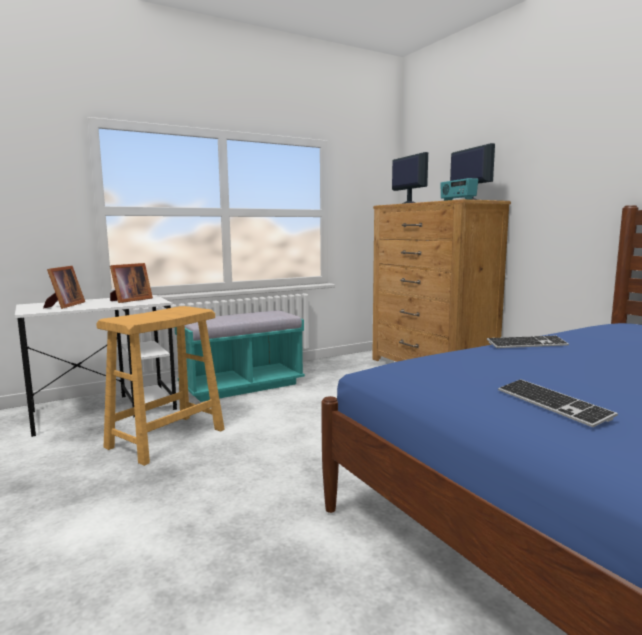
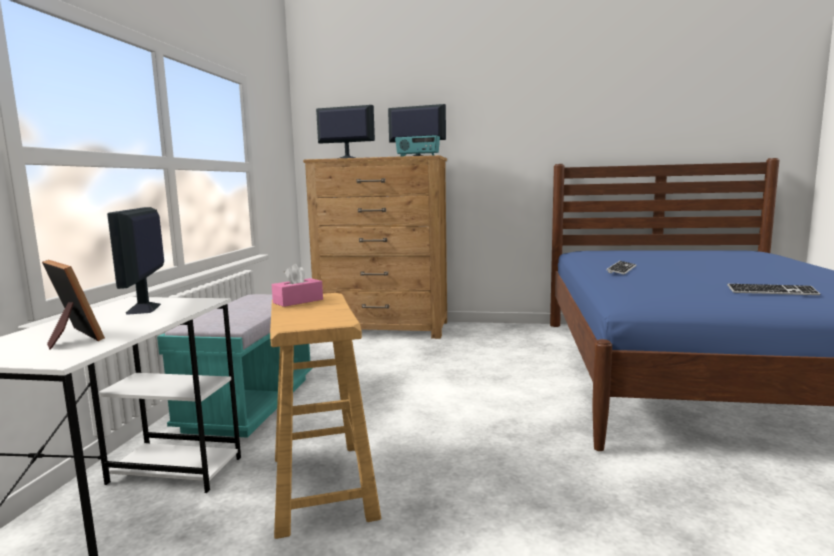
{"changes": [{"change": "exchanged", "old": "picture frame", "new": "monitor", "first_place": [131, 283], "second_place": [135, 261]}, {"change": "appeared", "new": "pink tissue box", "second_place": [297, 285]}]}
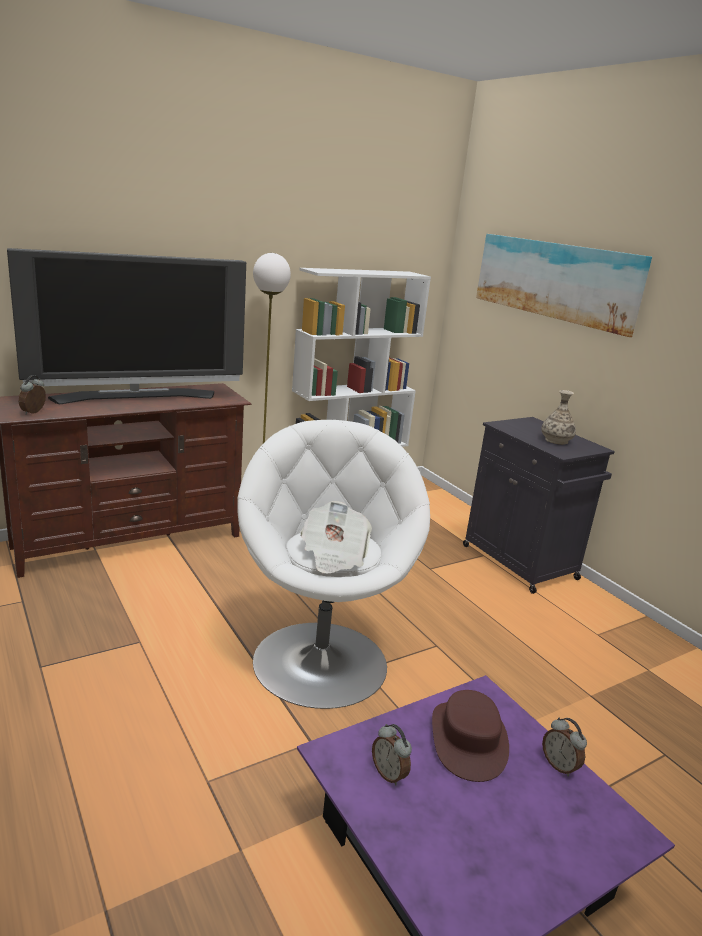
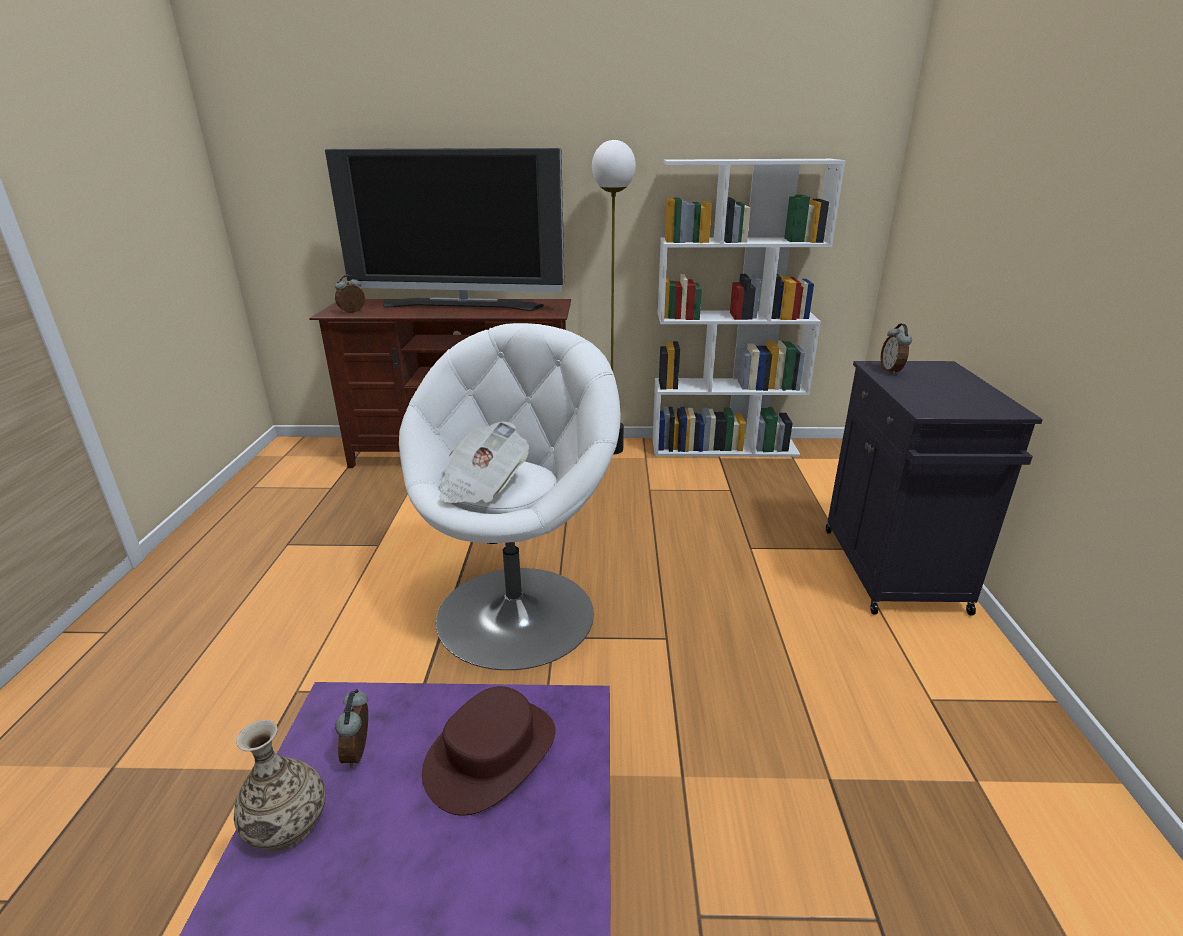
{"changes": [{"change": "relocated", "old": "vase", "first_place": [558, 417], "second_place": [280, 785]}, {"change": "relocated", "old": "alarm clock", "first_place": [564, 747], "second_place": [896, 349]}, {"change": "missing", "old": "picture", "first_place": [564, 285]}]}
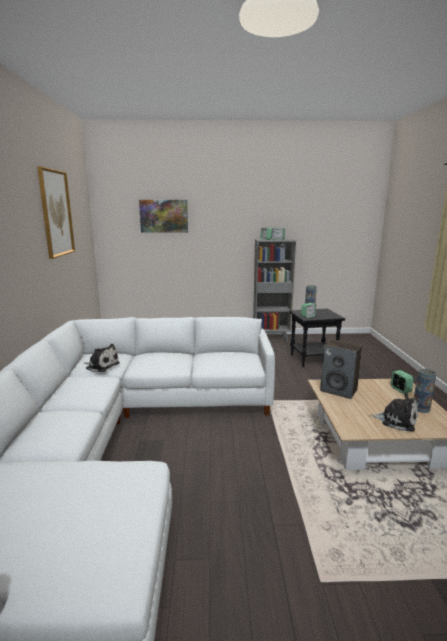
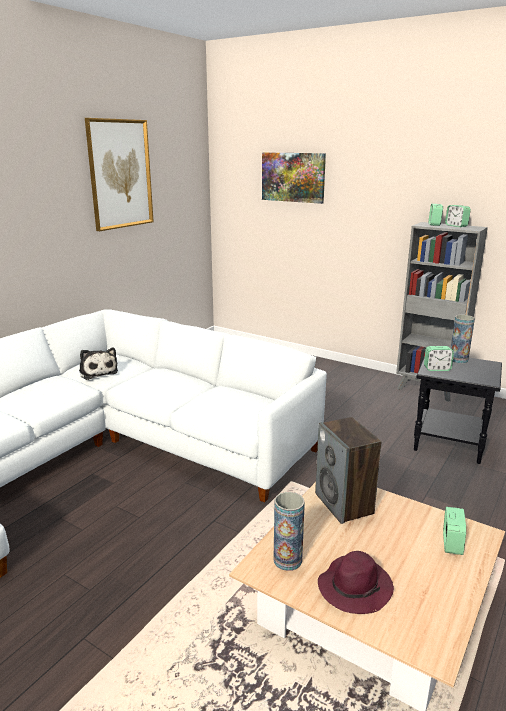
{"changes": [{"change": "relocated", "old": "vase", "first_place": [425, 390], "second_place": [289, 531]}, {"change": "exchanged", "old": "plush toy", "new": "purple hat", "first_place": [393, 412], "second_place": [356, 582]}]}
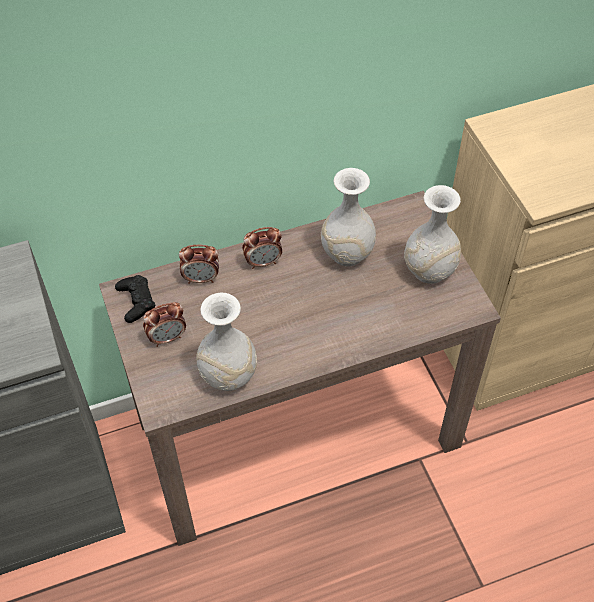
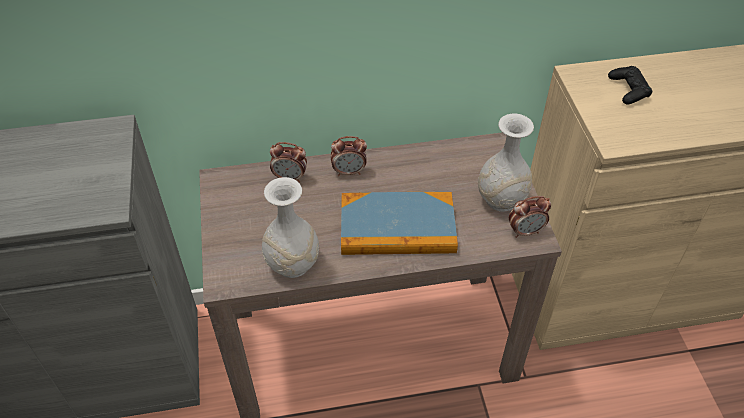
{"changes": [{"change": "appeared", "new": "book", "second_place": [399, 223]}, {"change": "relocated", "old": "alarm clock", "first_place": [164, 324], "second_place": [530, 217]}, {"change": "relocated", "old": "black game controller", "first_place": [135, 299], "second_place": [630, 85]}, {"change": "missing", "old": "white vase", "first_place": [348, 217]}]}
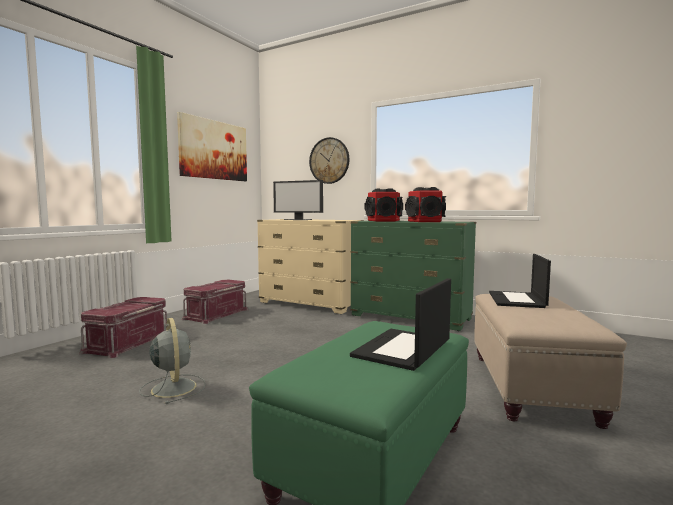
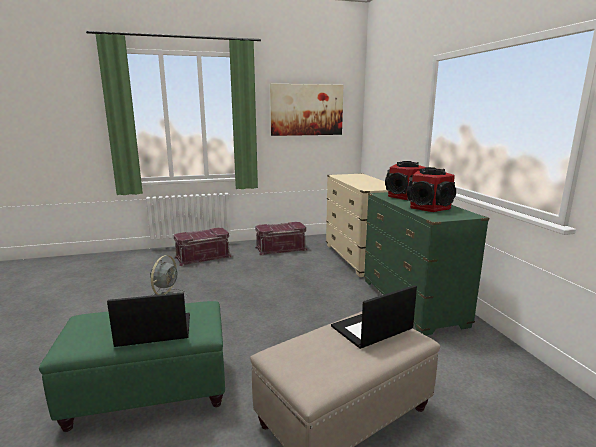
{"changes": [{"change": "missing", "old": "monitor", "first_place": [298, 200]}, {"change": "missing", "old": "wall clock", "first_place": [329, 160]}]}
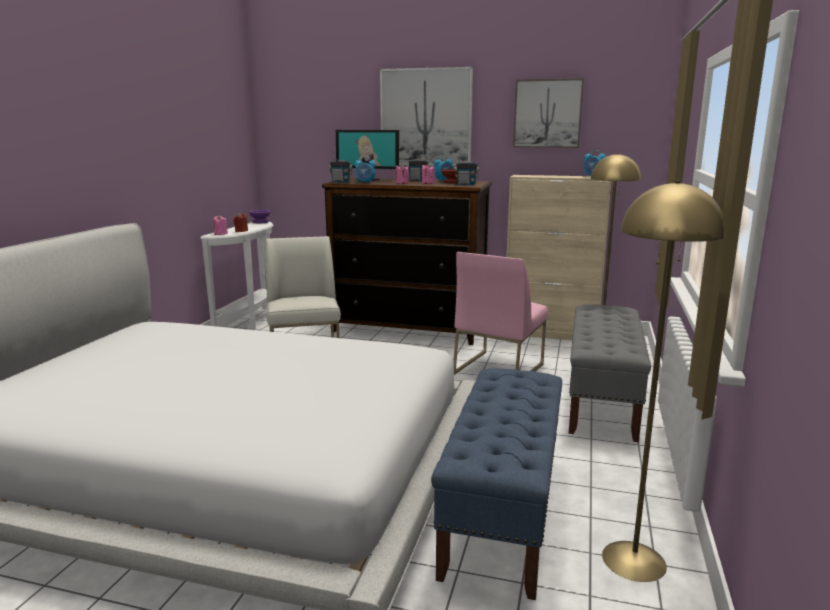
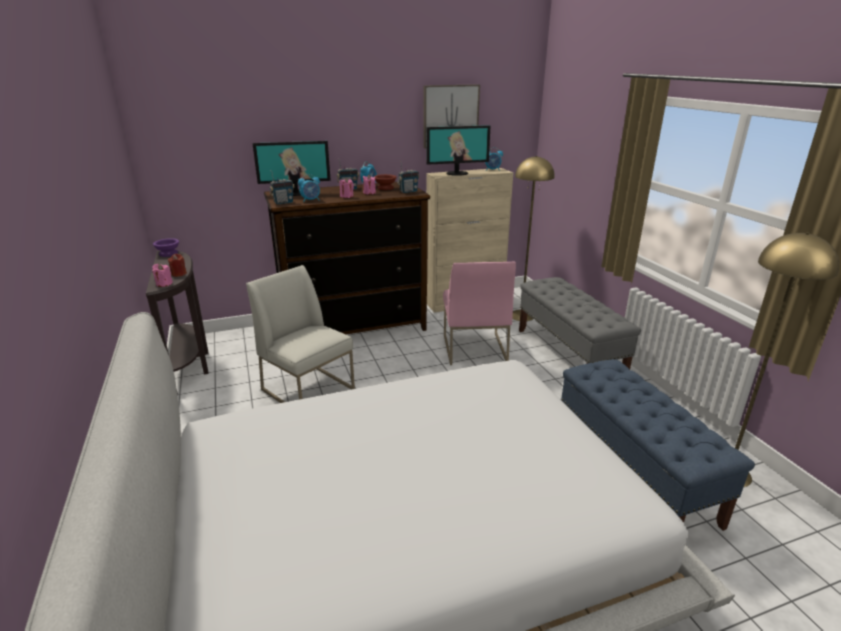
{"changes": [{"change": "colour", "old": "white console table", "new": "brown console table", "first_place": [236, 276], "second_place": [177, 323]}, {"change": "appeared", "new": "monitor", "second_place": [458, 150]}, {"change": "missing", "old": "picture", "first_place": [426, 116]}]}
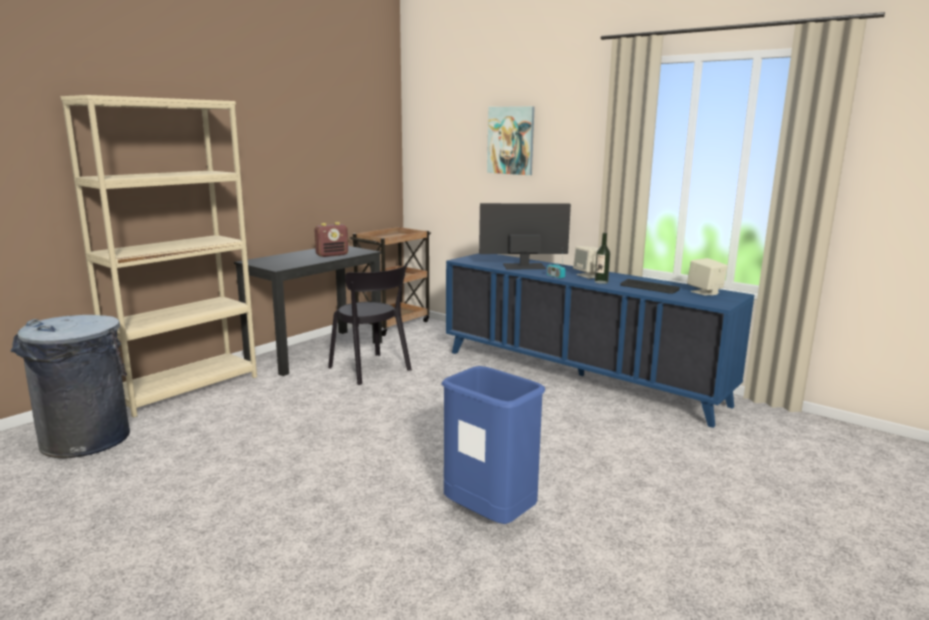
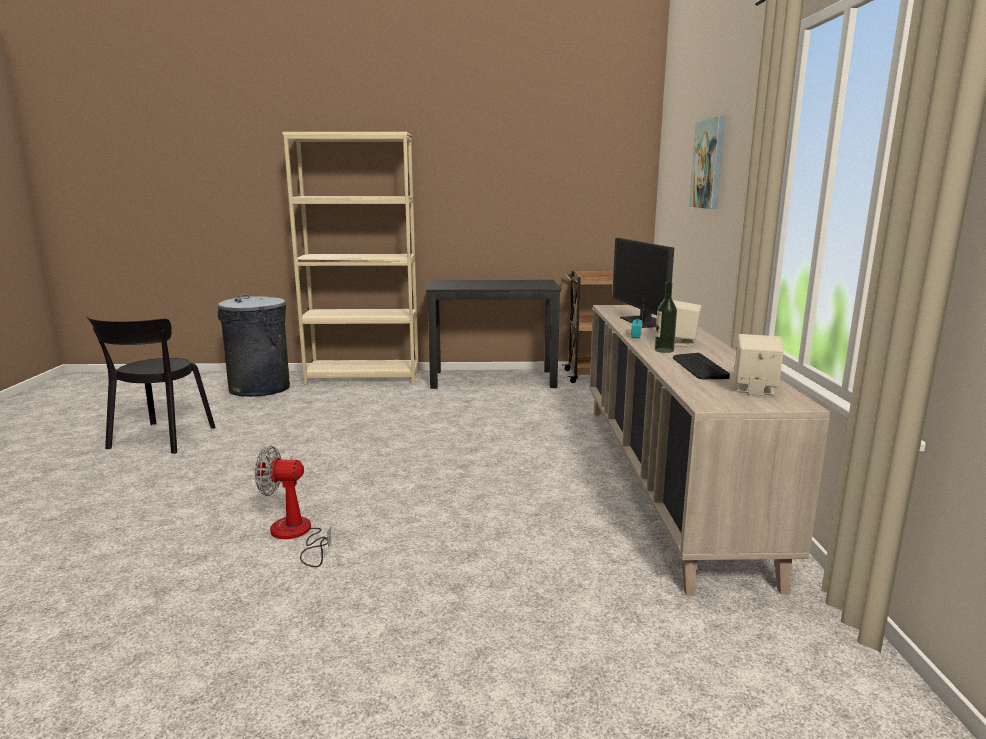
{"changes": [{"change": "relocated", "old": "black chair", "first_place": [370, 324], "second_place": [151, 385]}, {"change": "exchanged", "old": "blue trash can", "new": "fan", "first_place": [493, 445], "second_place": [293, 506]}, {"change": "colour", "old": "blue cabinet", "new": "beige cabinet", "first_place": [600, 340], "second_place": [709, 450]}, {"change": "spun", "old": "monitor", "first_place": [525, 236], "second_place": [643, 283], "degrees": -150}, {"change": "missing", "old": "radio", "first_place": [331, 239]}]}
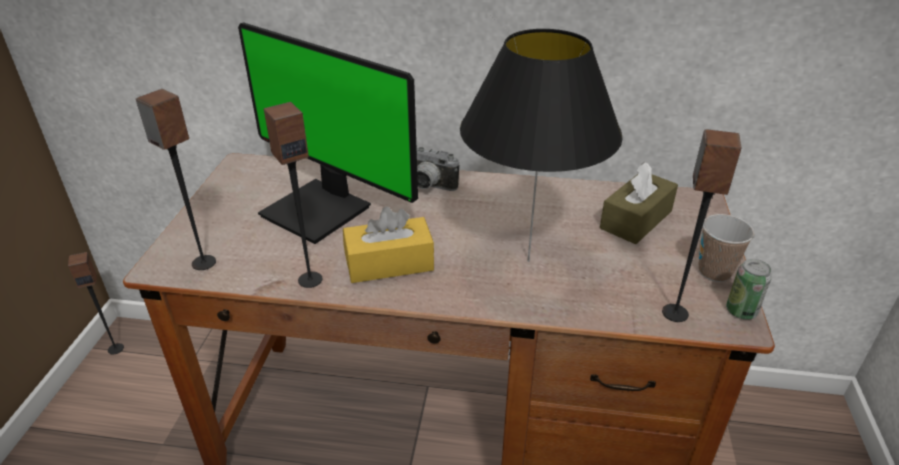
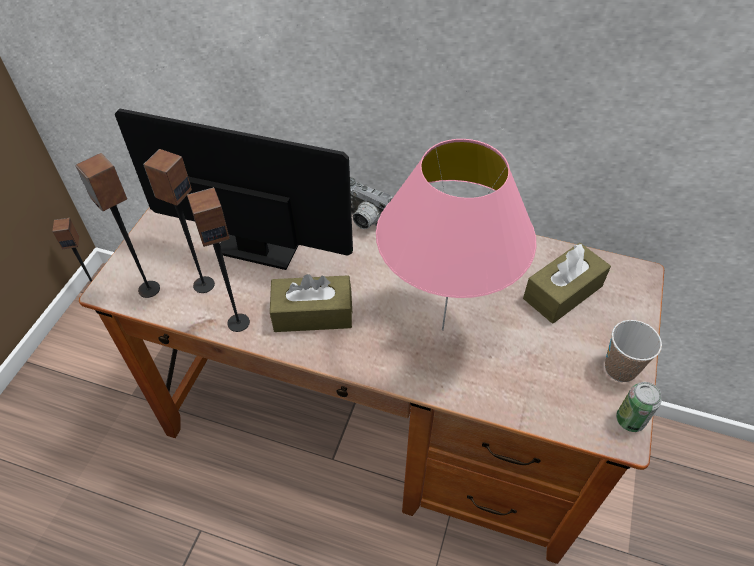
{"changes": [{"change": "spun", "old": "monitor", "first_place": [328, 133], "second_place": [234, 189], "degrees": 150}, {"change": "relocated", "old": "speaker", "first_place": [702, 225], "second_place": [179, 221]}, {"change": "colour", "old": "yellow tissue box", "new": "brown tissue box", "first_place": [388, 245], "second_place": [311, 303]}, {"change": "colour", "old": "black table lamp", "new": "pink table lamp", "first_place": [541, 145], "second_place": [456, 235]}]}
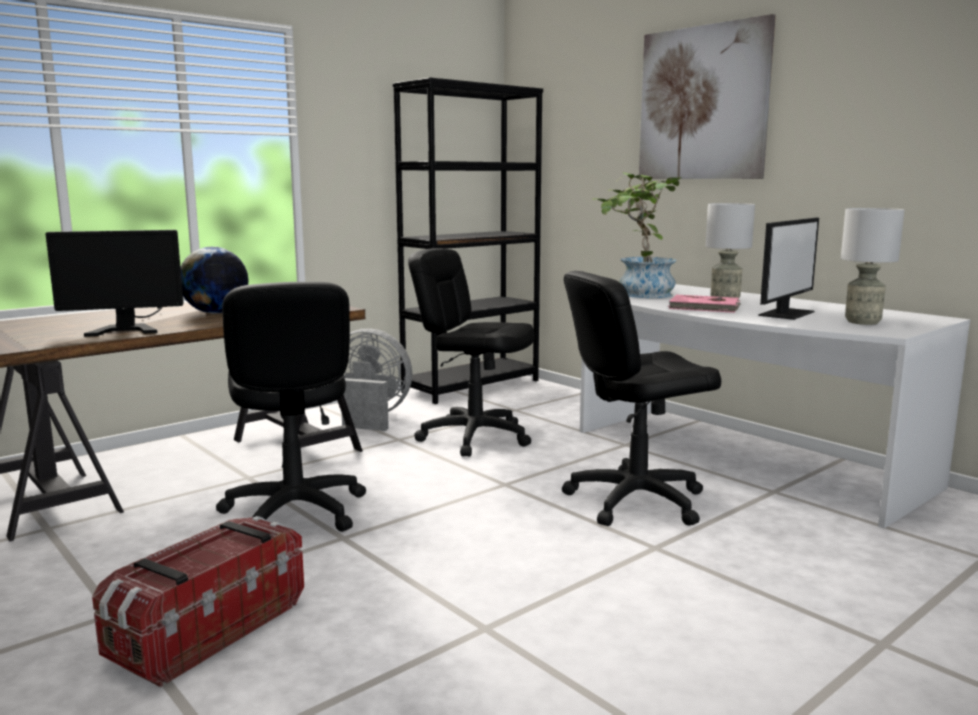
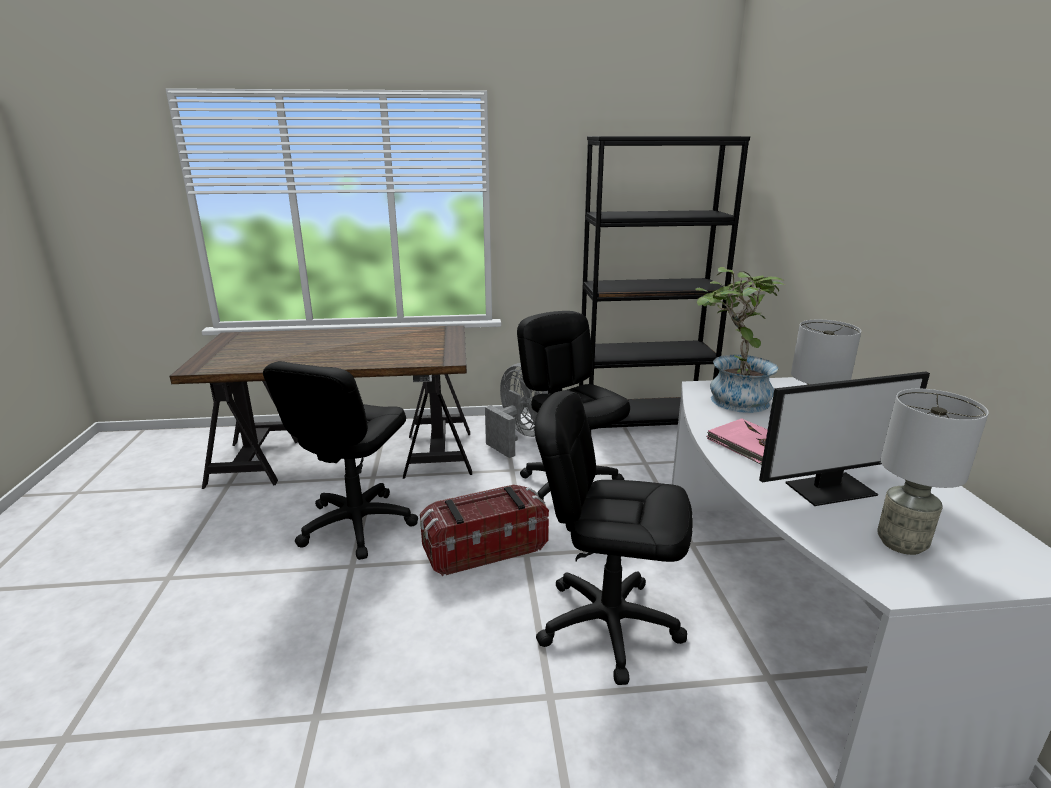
{"changes": [{"change": "relocated", "old": "storage box", "first_place": [198, 601], "second_place": [484, 530]}, {"change": "missing", "old": "monitor", "first_place": [114, 283]}, {"change": "missing", "old": "globe", "first_place": [214, 280]}, {"change": "missing", "old": "picture", "first_place": [707, 96]}]}
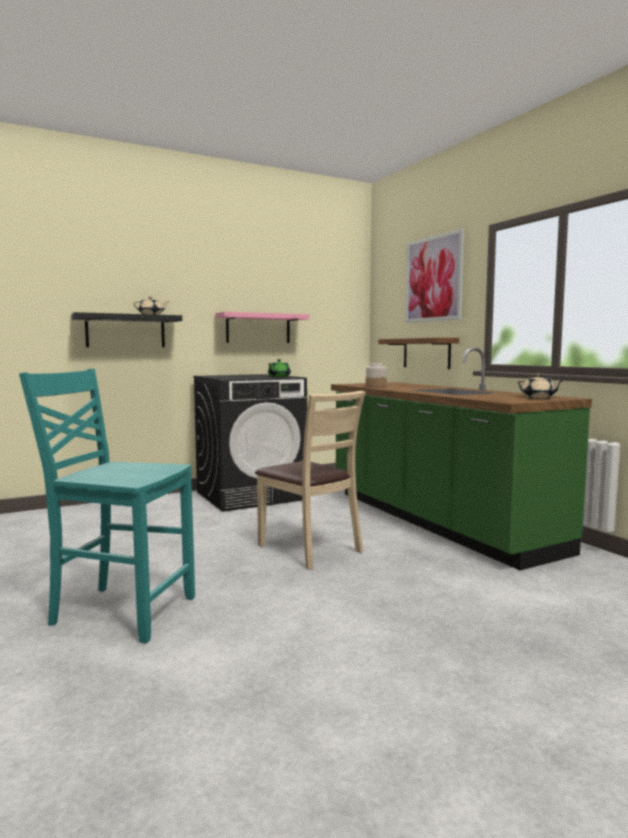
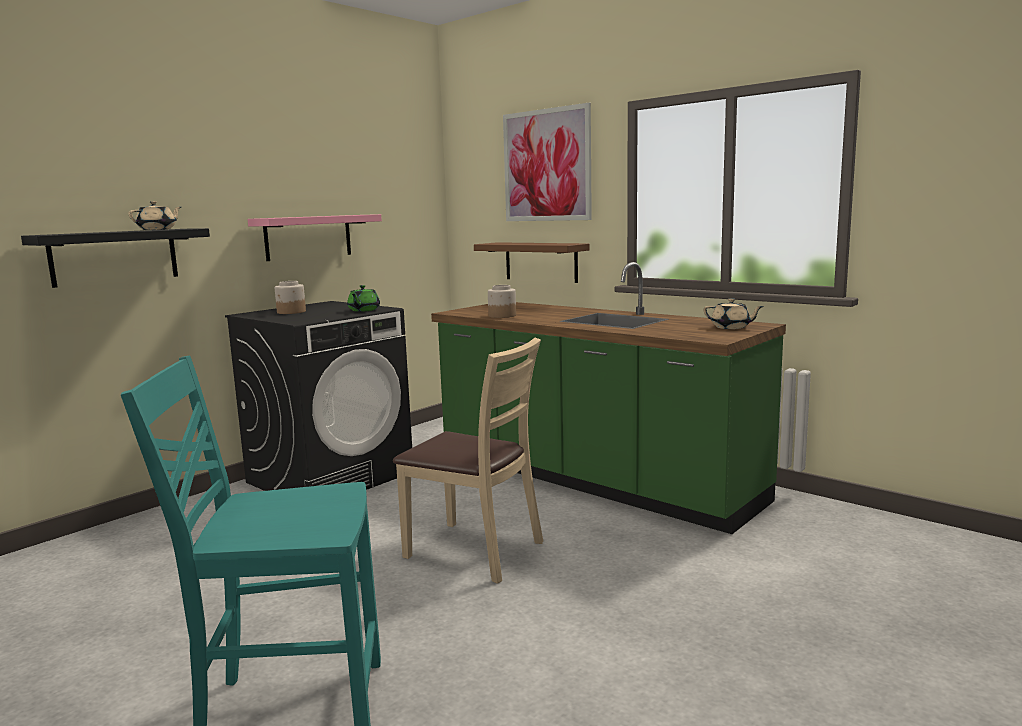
{"changes": [{"change": "appeared", "new": "jar", "second_place": [290, 297]}]}
